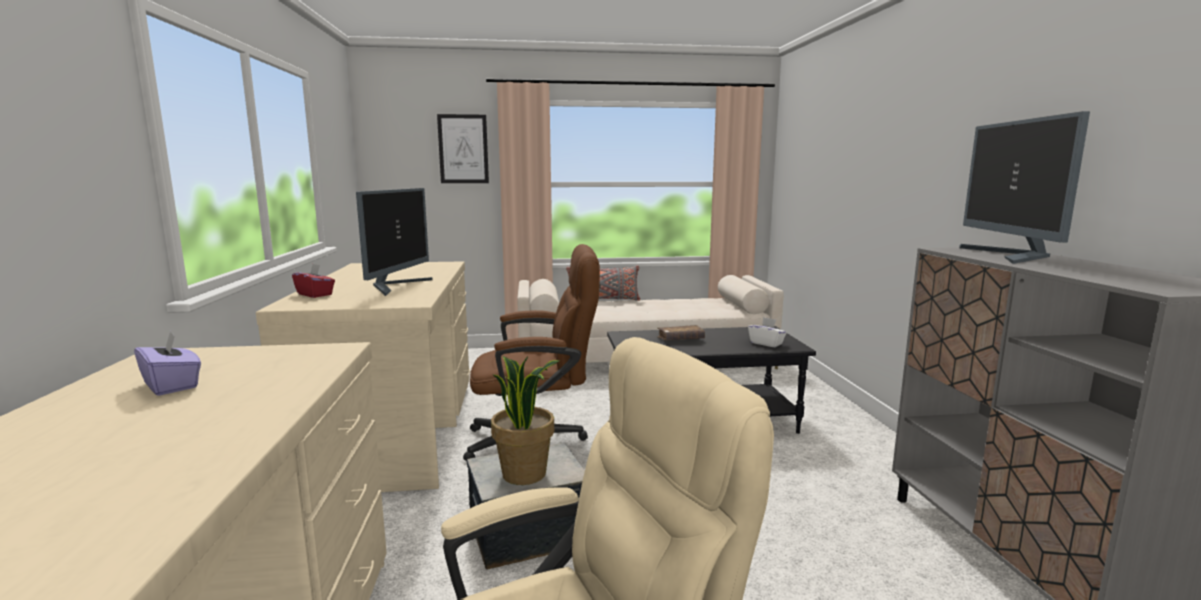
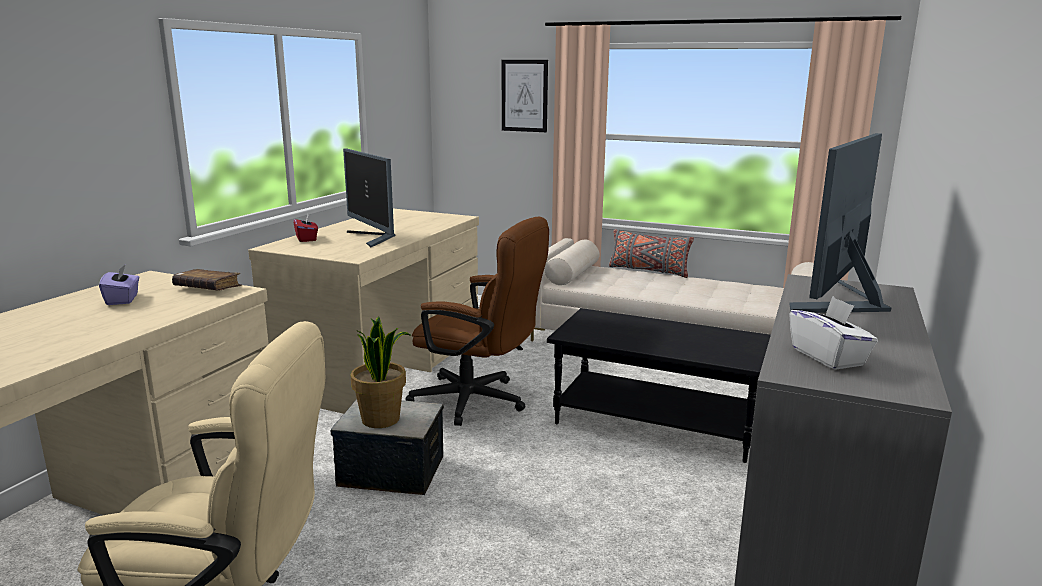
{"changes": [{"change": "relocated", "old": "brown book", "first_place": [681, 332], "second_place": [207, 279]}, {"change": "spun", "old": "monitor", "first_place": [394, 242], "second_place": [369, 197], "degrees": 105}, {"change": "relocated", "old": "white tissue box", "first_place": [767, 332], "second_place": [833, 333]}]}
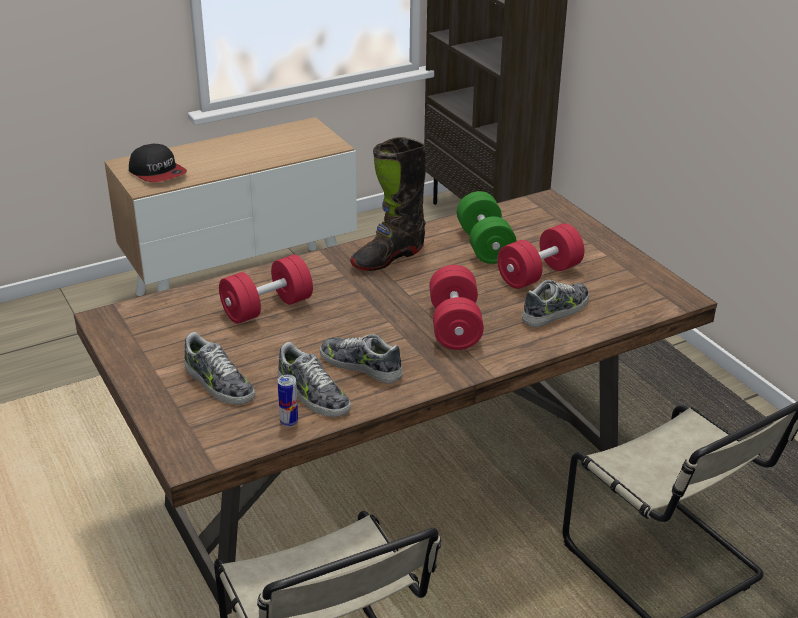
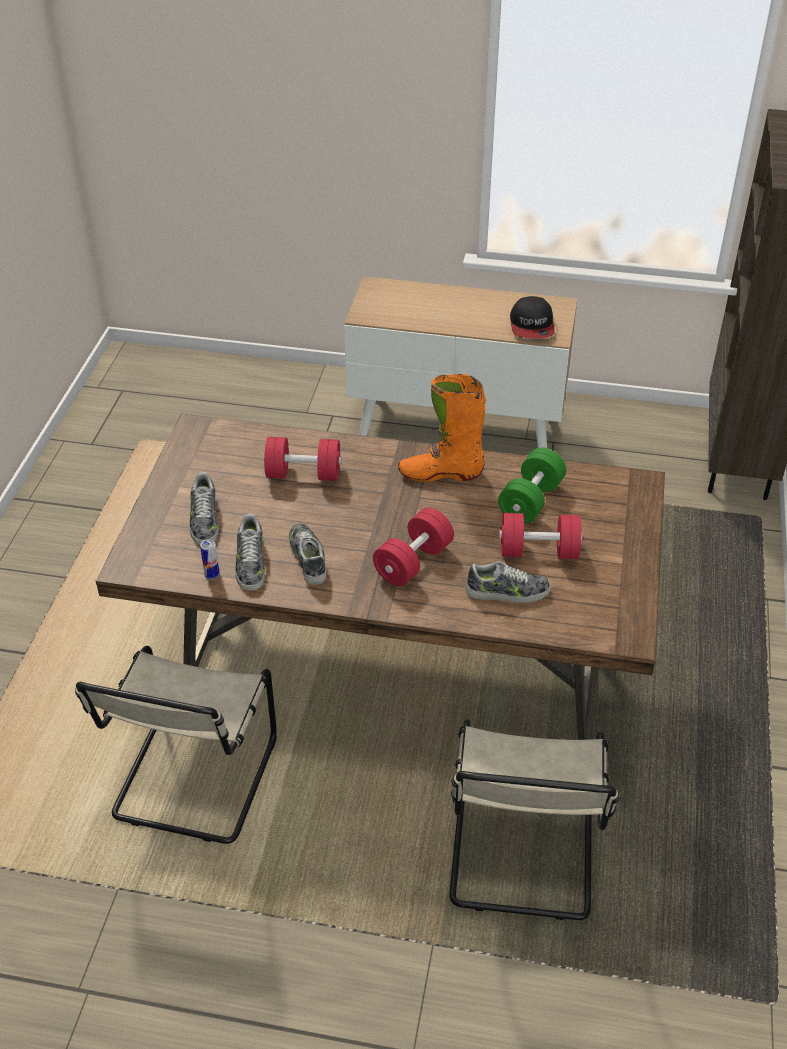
{"changes": [{"change": "colour", "old": "black boot", "new": "orange boot", "first_place": [388, 204], "second_place": [442, 428]}, {"change": "relocated", "old": "cap", "first_place": [158, 163], "second_place": [532, 317]}]}
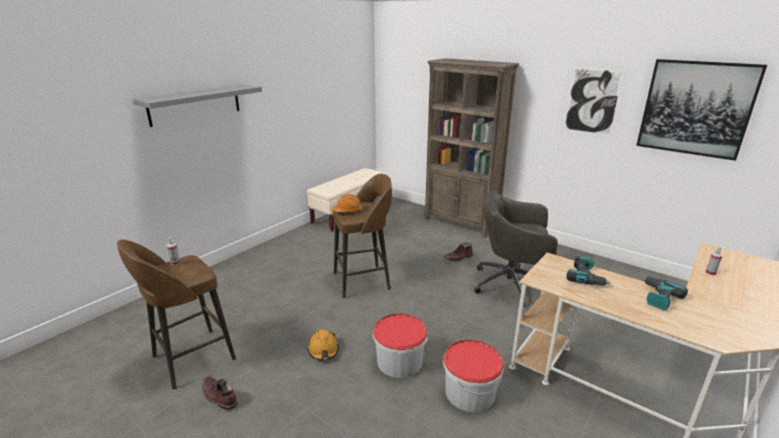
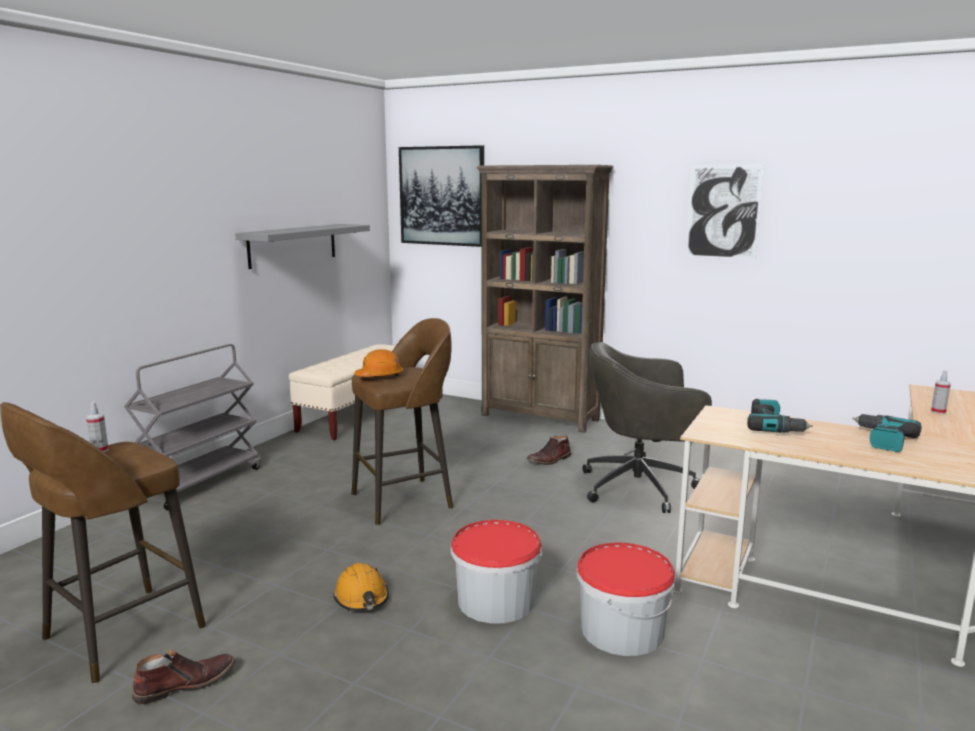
{"changes": [{"change": "appeared", "new": "grey cart", "second_place": [192, 427]}, {"change": "spun", "old": "brown boot", "first_place": [220, 393], "second_place": [183, 676], "degrees": 120}, {"change": "relocated", "old": "grey shelf", "first_place": [197, 105], "second_place": [302, 246]}, {"change": "relocated", "old": "picture", "first_place": [701, 110], "second_place": [441, 196]}]}
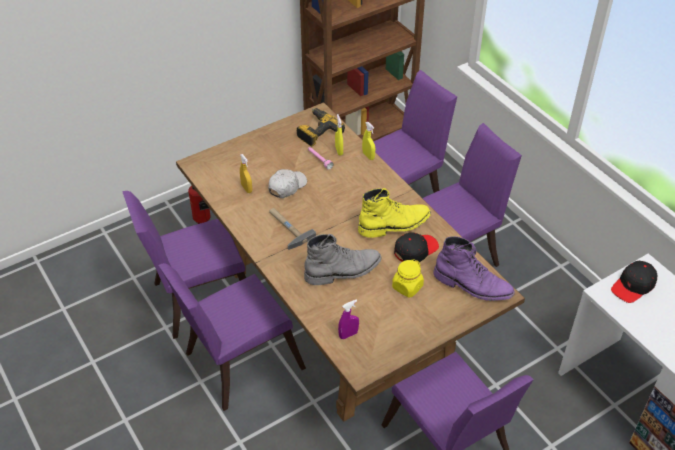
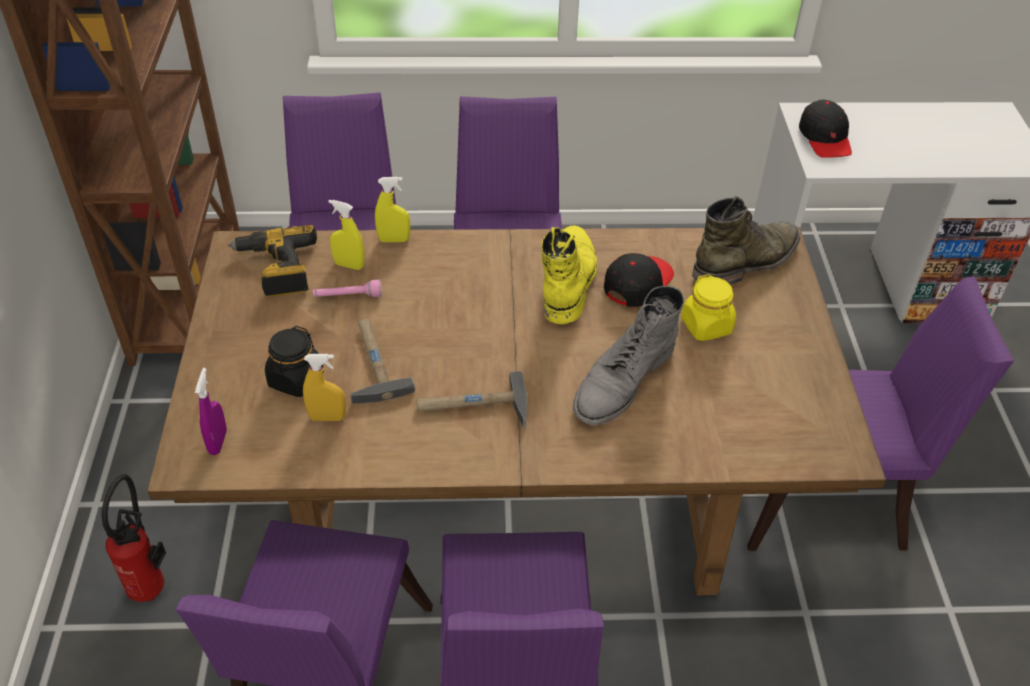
{"changes": [{"change": "relocated", "old": "purple spray bottle", "first_place": [348, 319], "second_place": [211, 411]}, {"change": "appeared", "new": "black jar", "second_place": [294, 361]}, {"change": "exchanged", "old": "white cap", "new": "hammer", "first_place": [287, 183], "second_place": [382, 361]}, {"change": "spun", "old": "grey boot", "first_place": [343, 259], "second_place": [628, 356], "degrees": -150}, {"change": "spun", "old": "black cap", "first_place": [416, 247], "second_place": [639, 280], "degrees": 45}, {"change": "colour", "old": "purple boot", "new": "green boot", "first_place": [474, 268], "second_place": [746, 240]}]}
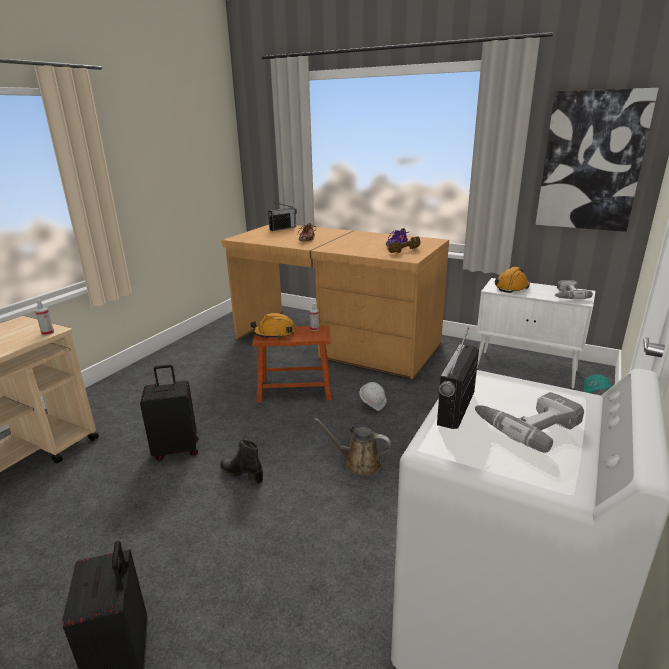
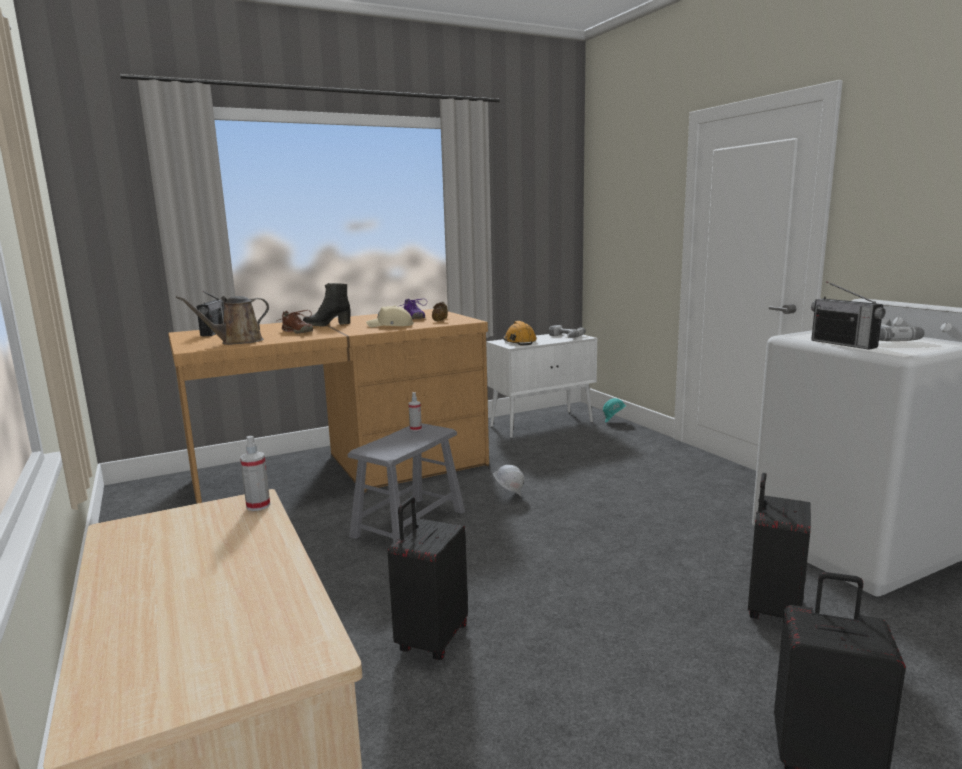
{"changes": [{"change": "relocated", "old": "brown watering can", "first_place": [352, 447], "second_place": [222, 320]}, {"change": "relocated", "old": "black boot", "first_place": [241, 461], "second_place": [326, 305]}, {"change": "colour", "old": "brown stool", "new": "grey stool", "first_place": [291, 364], "second_place": [406, 483]}, {"change": "appeared", "new": "beige cap", "second_place": [390, 316]}, {"change": "appeared", "new": "black suitcase", "second_place": [779, 546]}, {"change": "missing", "old": "orange hard hat", "first_place": [272, 326]}, {"change": "missing", "old": "picture", "first_place": [597, 160]}]}
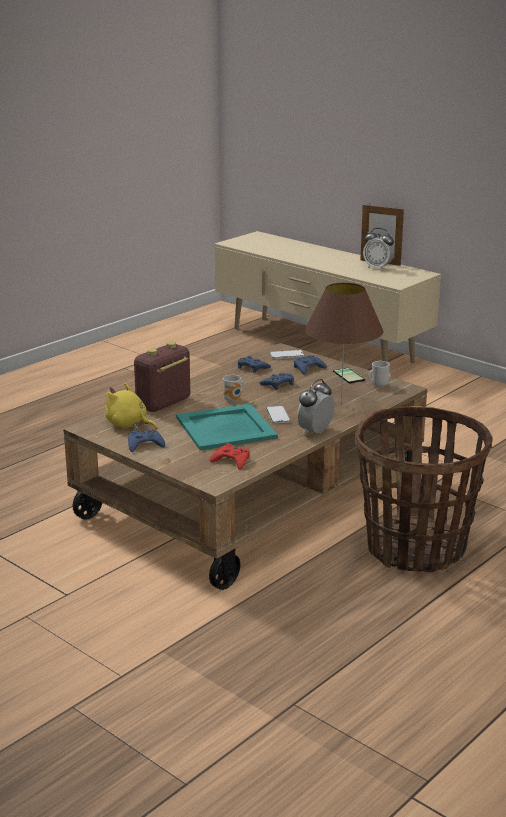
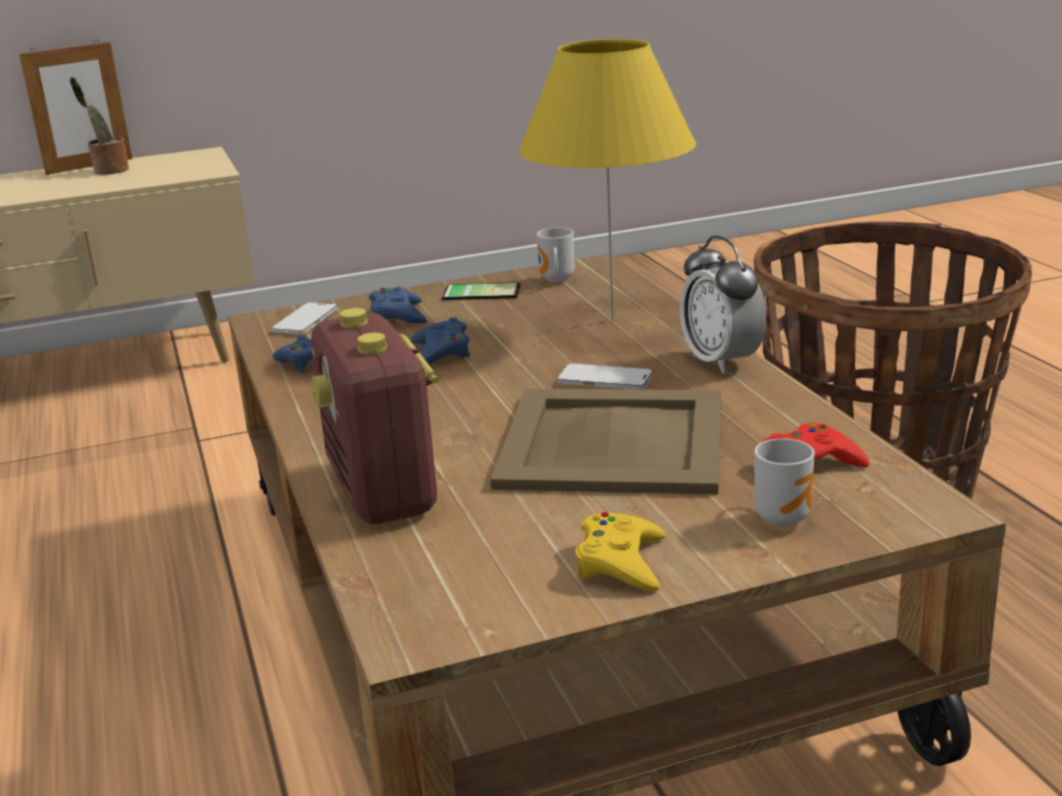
{"changes": [{"change": "exchanged", "old": "alarm clock", "new": "potted plant", "first_place": [379, 249], "second_place": [99, 126]}, {"change": "colour", "old": "turquoise tray", "new": "beige tray", "first_place": [227, 427], "second_place": [605, 442]}, {"change": "colour", "old": "brown table lamp", "new": "yellow table lamp", "first_place": [344, 344], "second_place": [607, 180]}, {"change": "colour", "old": "blue game controller", "new": "yellow game controller", "first_place": [146, 440], "second_place": [620, 551]}, {"change": "relocated", "old": "mug", "first_place": [233, 388], "second_place": [784, 482]}, {"change": "missing", "old": "yellow plush toy", "first_place": [131, 406]}]}
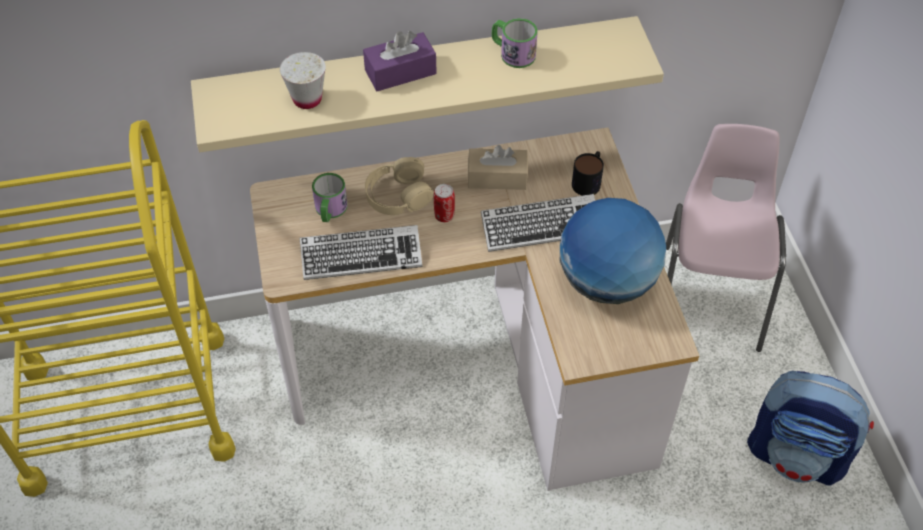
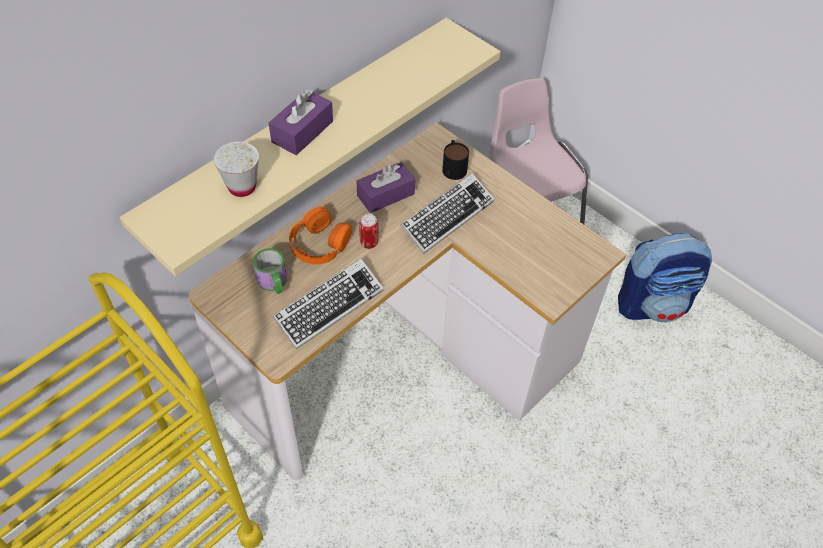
{"changes": [{"change": "colour", "old": "beige headphones", "new": "orange headphones", "first_place": [399, 186], "second_place": [320, 235]}, {"change": "colour", "old": "beige tissue box", "new": "purple tissue box", "first_place": [497, 167], "second_place": [385, 187]}, {"change": "missing", "old": "mug", "first_place": [514, 43]}, {"change": "missing", "old": "globe", "first_place": [613, 251]}]}
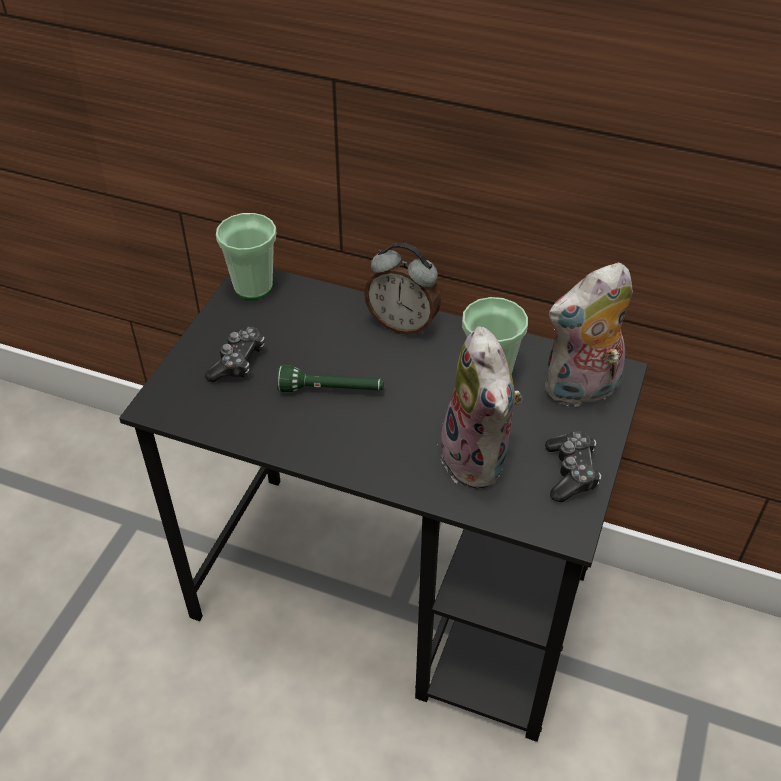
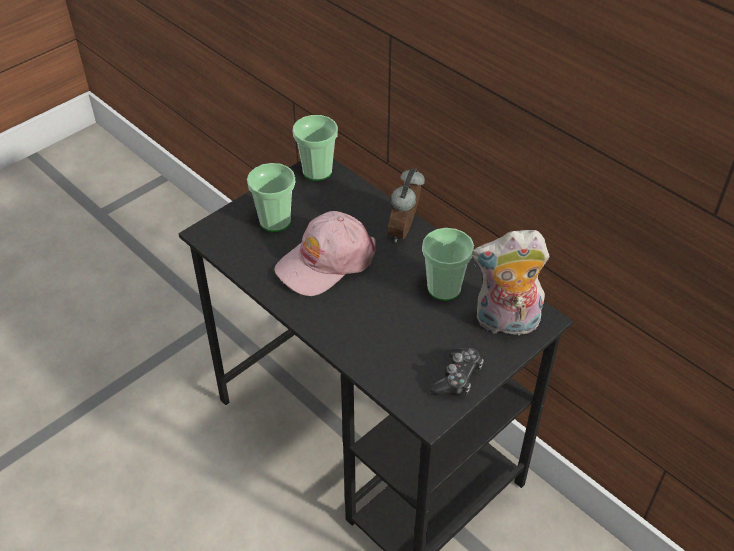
{"changes": [{"change": "exchanged", "old": "game controller", "new": "cup", "first_place": [235, 354], "second_place": [271, 197]}, {"change": "exchanged", "old": "green flashlight", "new": "pink cap", "first_place": [330, 378], "second_place": [325, 253]}, {"change": "spun", "old": "alarm clock", "first_place": [402, 289], "second_place": [406, 205], "degrees": 60}, {"change": "missing", "old": "plush toy", "first_place": [482, 407]}]}
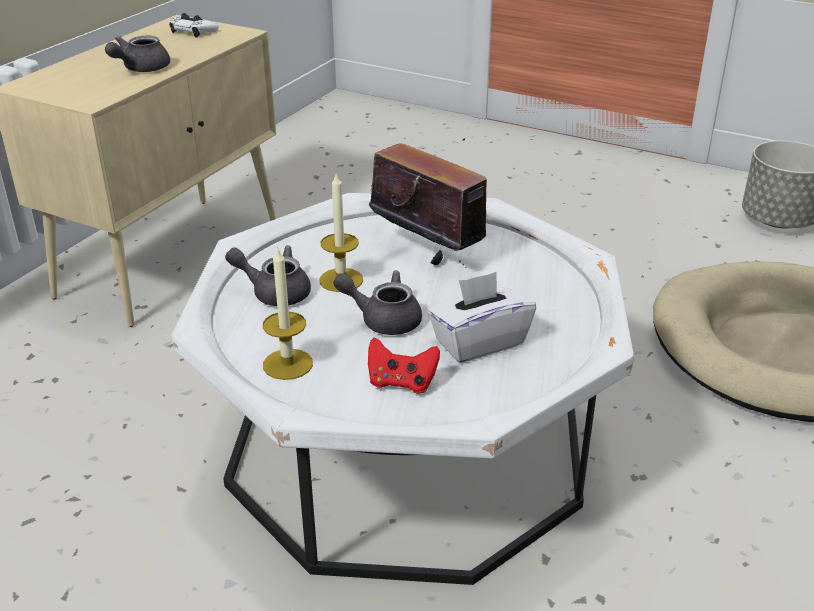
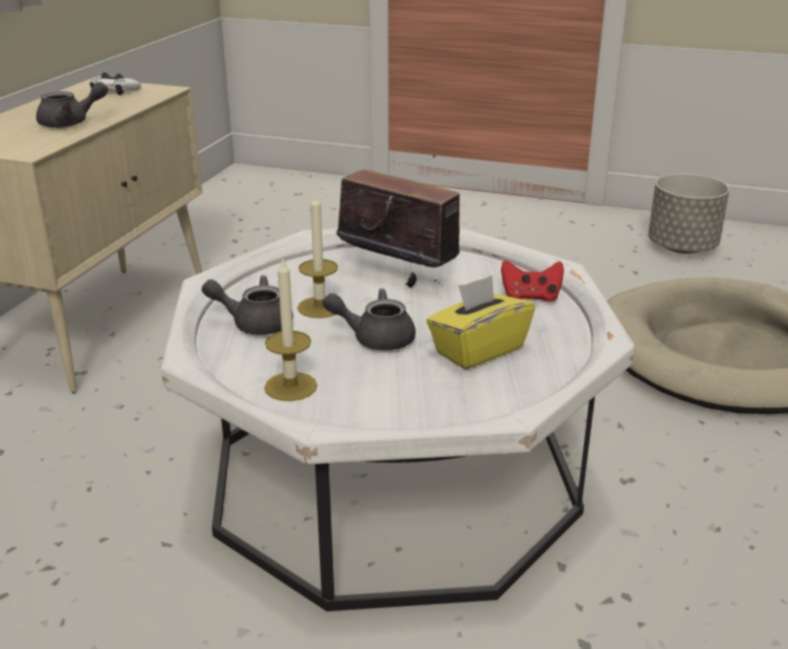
{"changes": [{"change": "spun", "old": "grey teapot", "first_place": [137, 53], "second_place": [72, 105], "degrees": -135}, {"change": "colour", "old": "white tissue box", "new": "yellow tissue box", "first_place": [481, 317], "second_place": [480, 322]}, {"change": "relocated", "old": "red game controller", "first_place": [404, 365], "second_place": [532, 281]}]}
